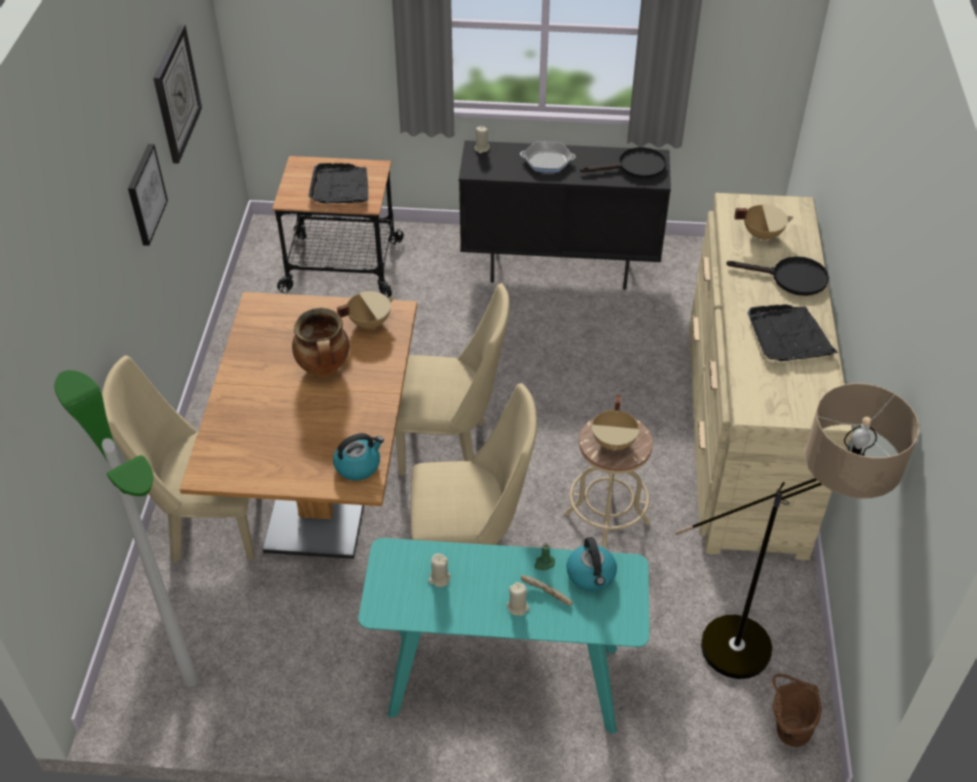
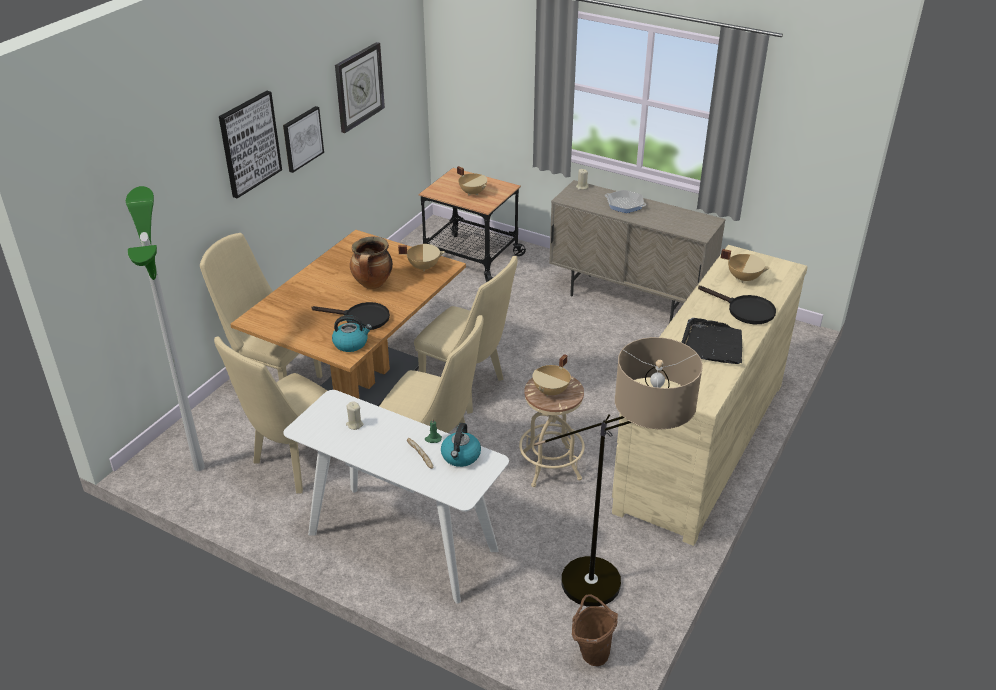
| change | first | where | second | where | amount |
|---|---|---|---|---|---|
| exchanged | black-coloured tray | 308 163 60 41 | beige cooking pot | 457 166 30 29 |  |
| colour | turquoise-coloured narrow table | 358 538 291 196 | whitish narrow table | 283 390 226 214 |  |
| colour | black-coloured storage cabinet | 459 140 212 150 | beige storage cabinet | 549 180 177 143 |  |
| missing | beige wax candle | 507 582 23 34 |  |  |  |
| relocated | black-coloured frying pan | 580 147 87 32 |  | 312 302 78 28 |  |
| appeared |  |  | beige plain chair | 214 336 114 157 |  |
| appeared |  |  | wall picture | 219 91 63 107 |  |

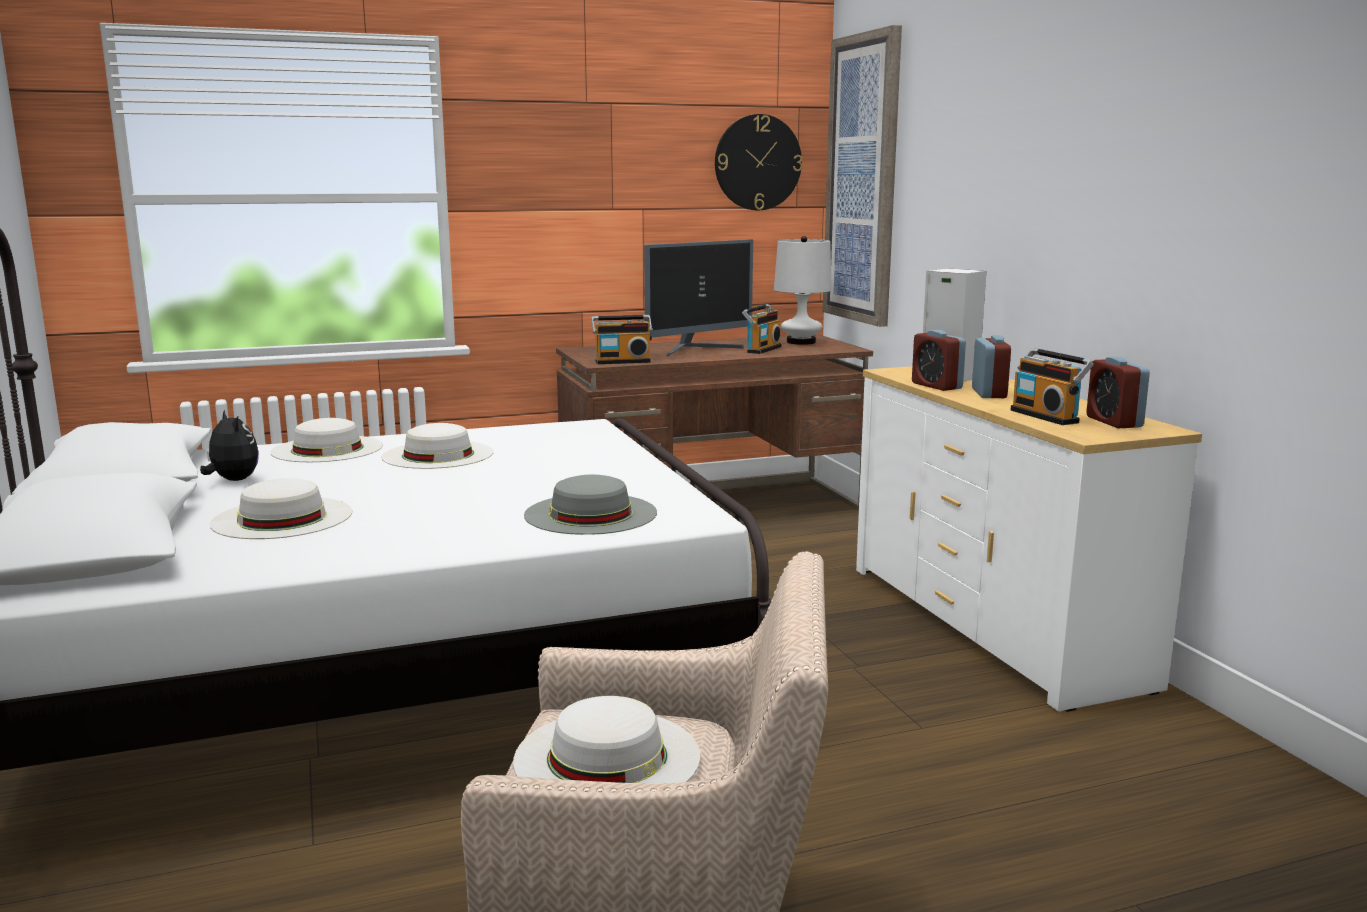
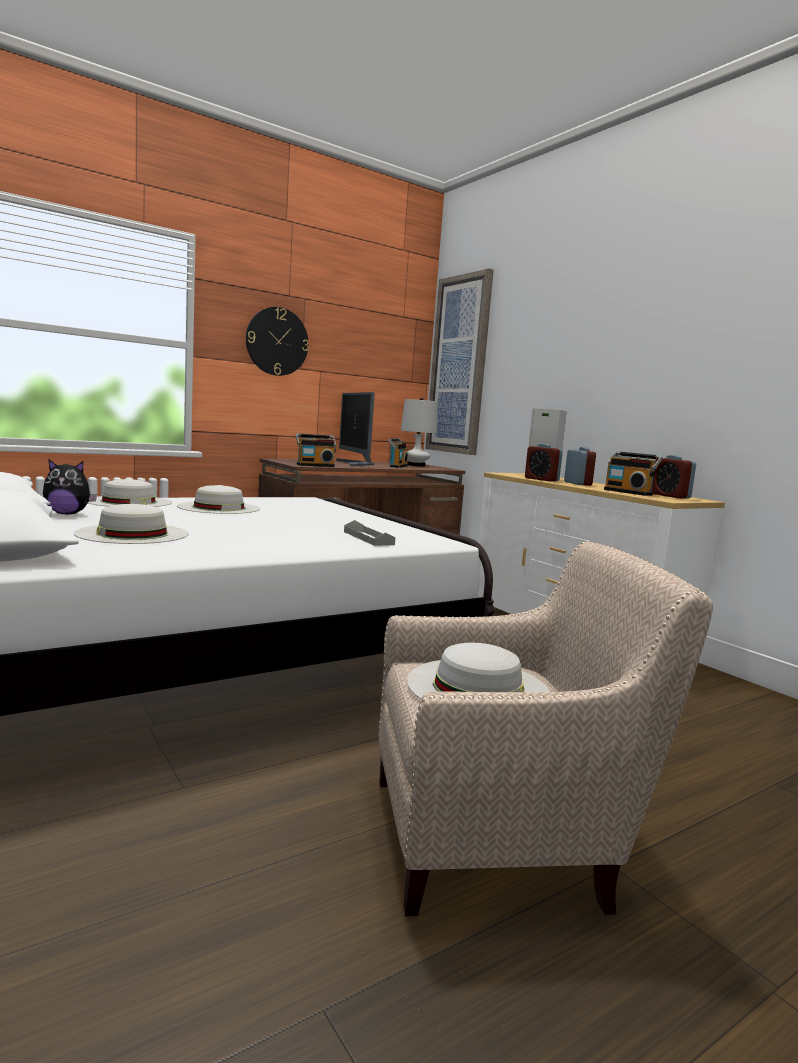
| change | first | where | second | where | amount |
|---|---|---|---|---|---|
| spun | cuddly toy | 200 409 59 72 |  | 43 459 54 56 | 135 degrees clockwise |
| exchanged | gray clothing hat | 524 475 133 60 | gray tray | 344 520 51 26 |  |
| spun | computer screen | 644 239 109 118 |  | 336 392 39 74 | 120 degrees clockwise |
| relocated | hanging clock | 715 114 87 96 |  | 246 307 63 69 |  |

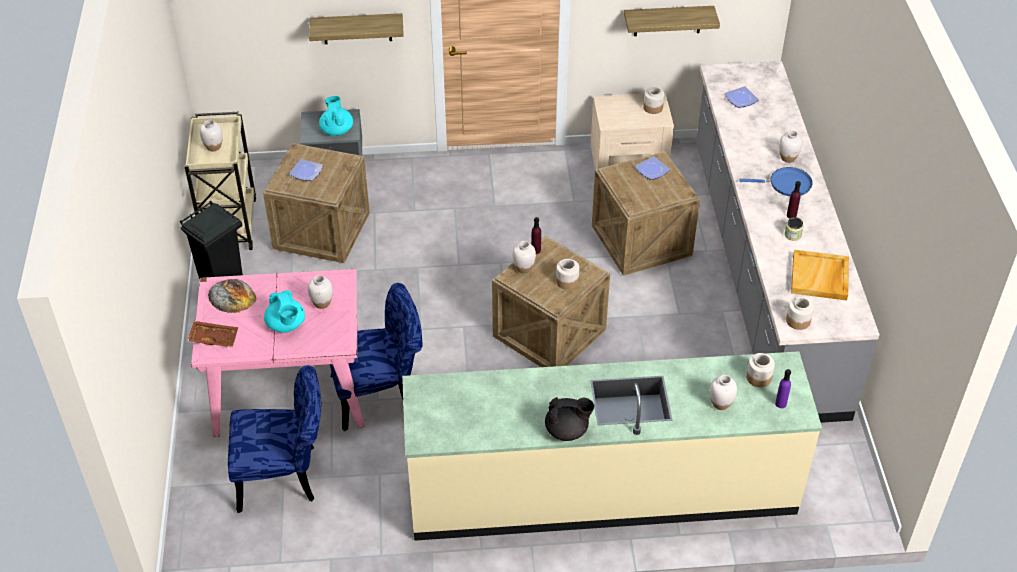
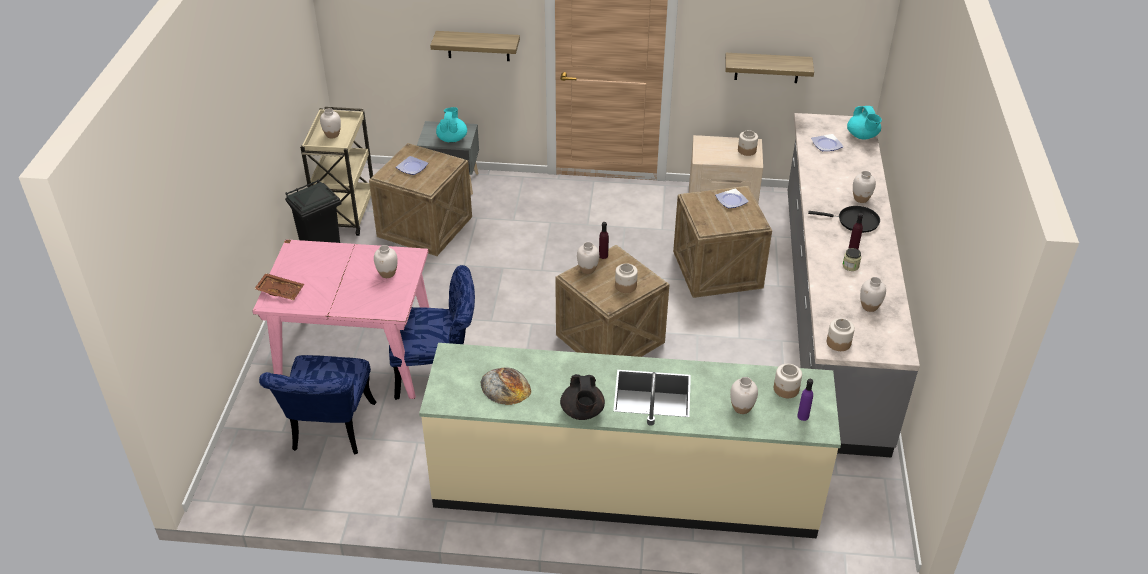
| change | first | where | second | where | amount |
|---|---|---|---|---|---|
| relocated | baked bread | 208 279 48 34 |  | 480 367 51 38 |  |
| spun | bluish plain chair | 228 365 93 148 |  | 259 355 118 100 | 90 degrees clockwise |
| relocated | turquoise-coloured tea pot | 264 290 41 43 |  | 847 106 35 34 |  |
| spun | black-coloured tea pot | 545 397 49 44 |  | 560 374 45 46 | 75 degrees clockwise |
| colour | bluish frying pan | 739 167 74 29 | black-coloured frying pan | 808 206 72 27 |  |
| exchanged | beige tray | 791 250 58 51 | whitish flower vase | 860 277 26 35 |  |

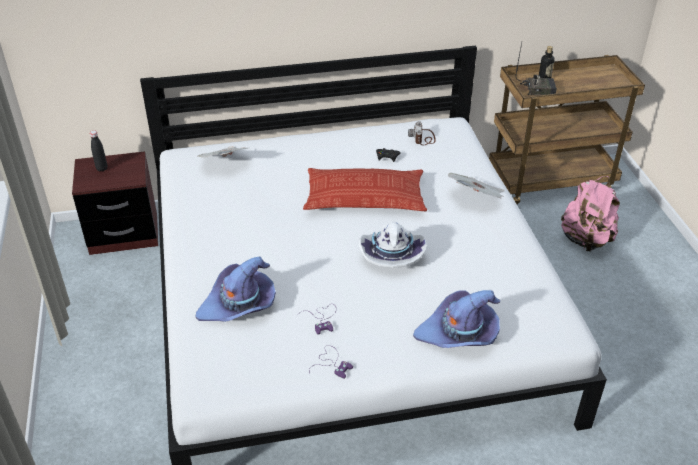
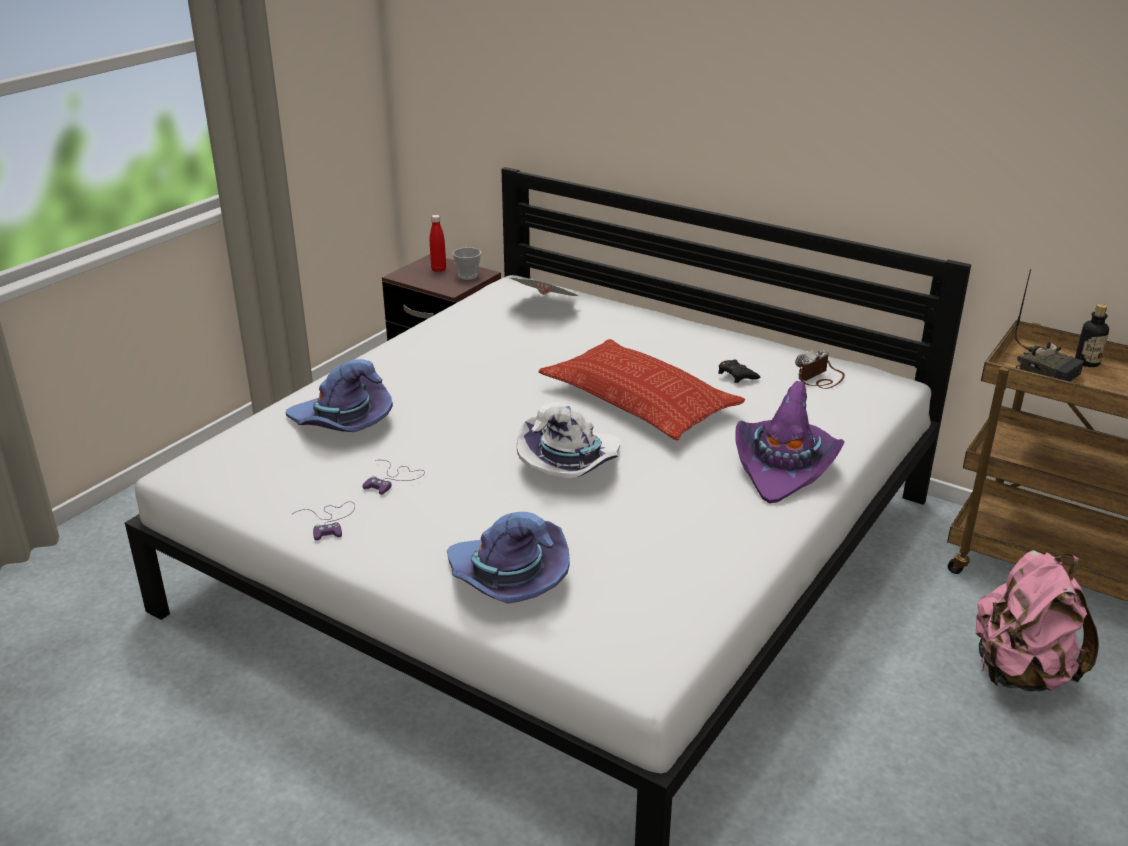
| change | first | where | second | where | amount |
|---|---|---|---|---|---|
| colour | black-coloured bottle | 90 130 17 41 | red-coloured bottle | 430 215 16 57 |  |
| exchanged | newspaper | 448 173 56 26 | purple-coloured clothing hat | 735 381 110 122 |  |
| appeared |  |  | cup | 453 247 28 33 |  |

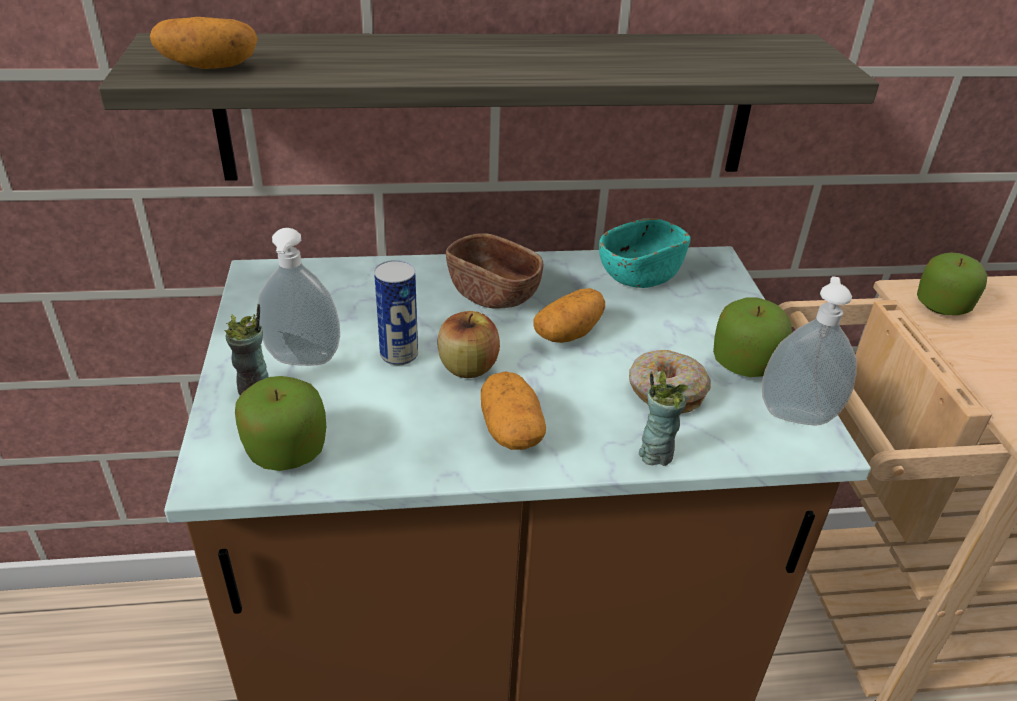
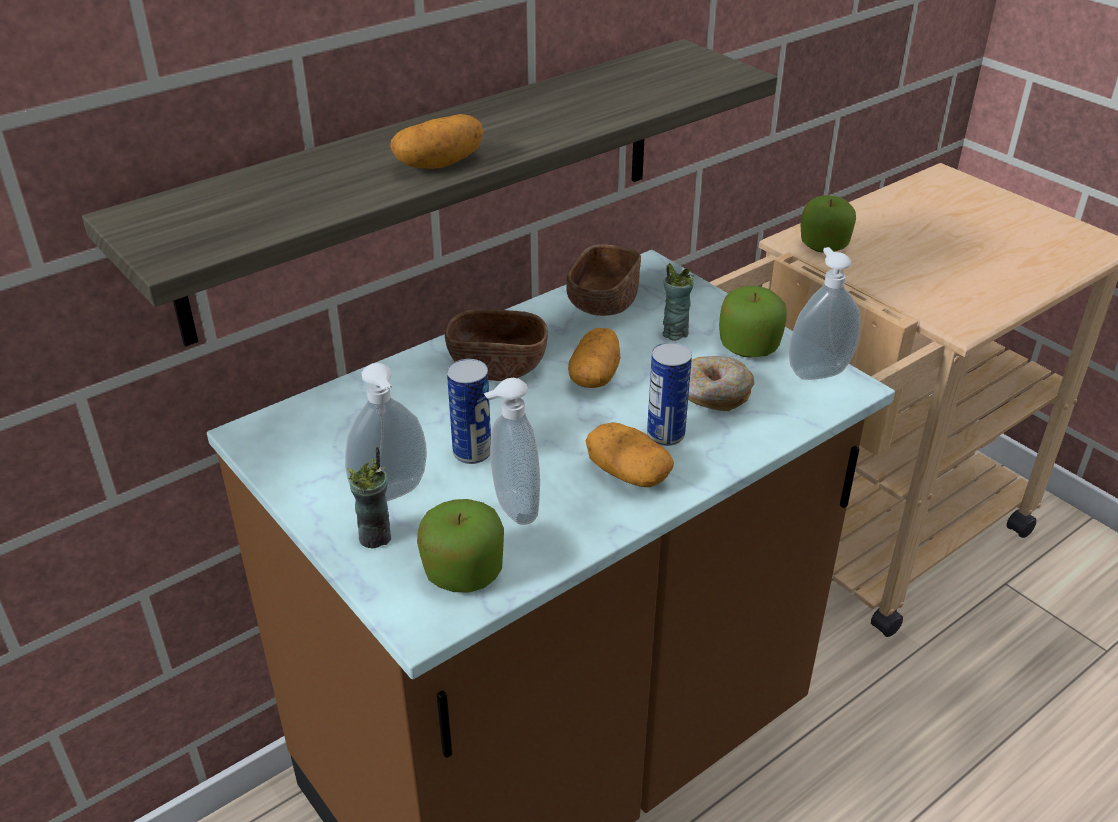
| change | first | where | second | where | amount |
|---|---|---|---|---|---|
| relocated | whole potato | 150 17 108 52 |  | 390 114 93 55 |  |
| missing | apple | 437 311 63 67 |  |  |  |
| colour | turquoise-coloured deep dish | 599 218 92 70 | brown-coloured deep dish | 566 244 75 72 |  |
| relocated | cup | 639 370 49 96 |  | 662 264 32 77 |  |
| appeared |  |  | liquid soap bottle | 483 378 57 147 |  |
| appeared |  |  | can | 647 342 45 104 |  |

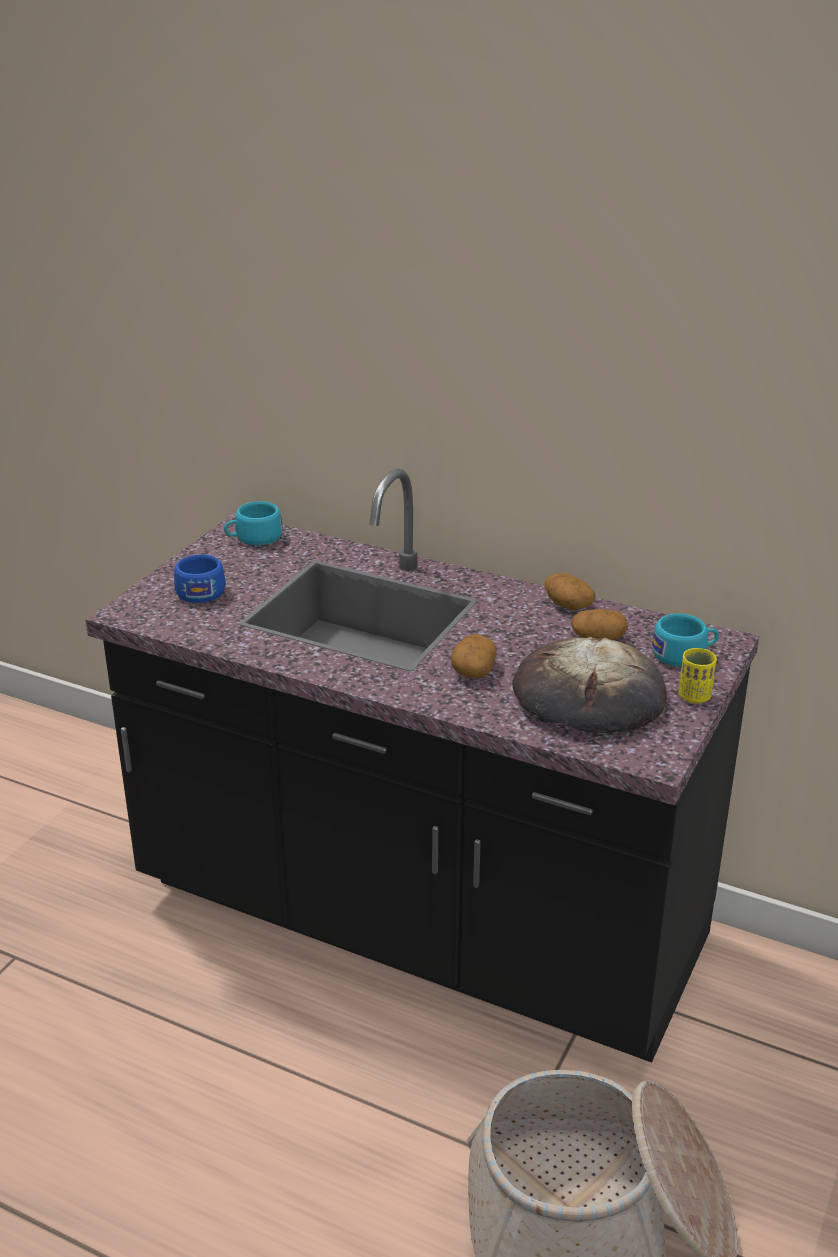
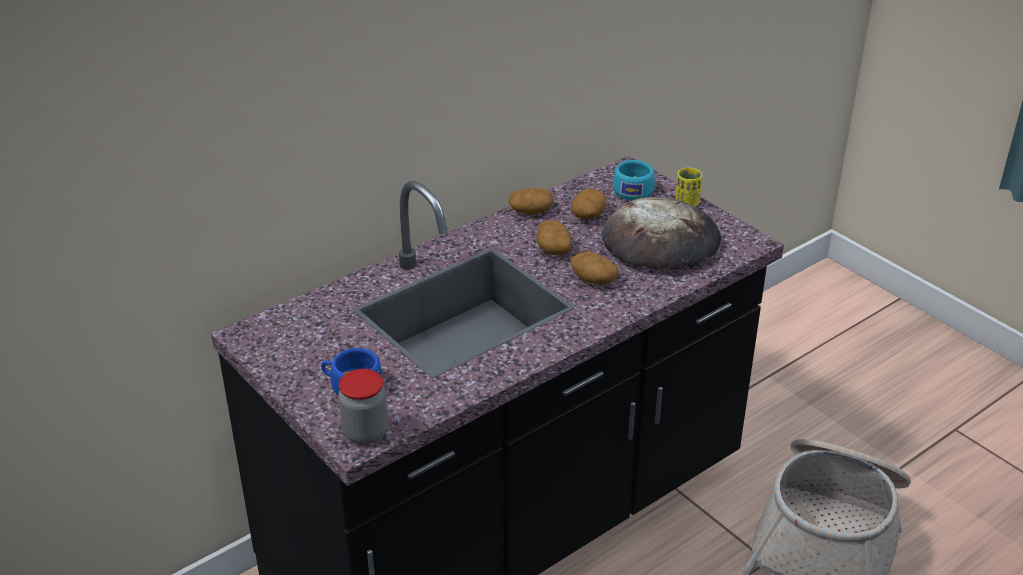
| change | first | where | second | where | amount |
|---|---|---|---|---|---|
| missing | turquoise-coloured cup | 224 501 59 44 |  |  |  |
| appeared |  |  | jar | 338 369 50 75 |  |
| appeared |  |  | whole potato | 536 220 36 35 |  |

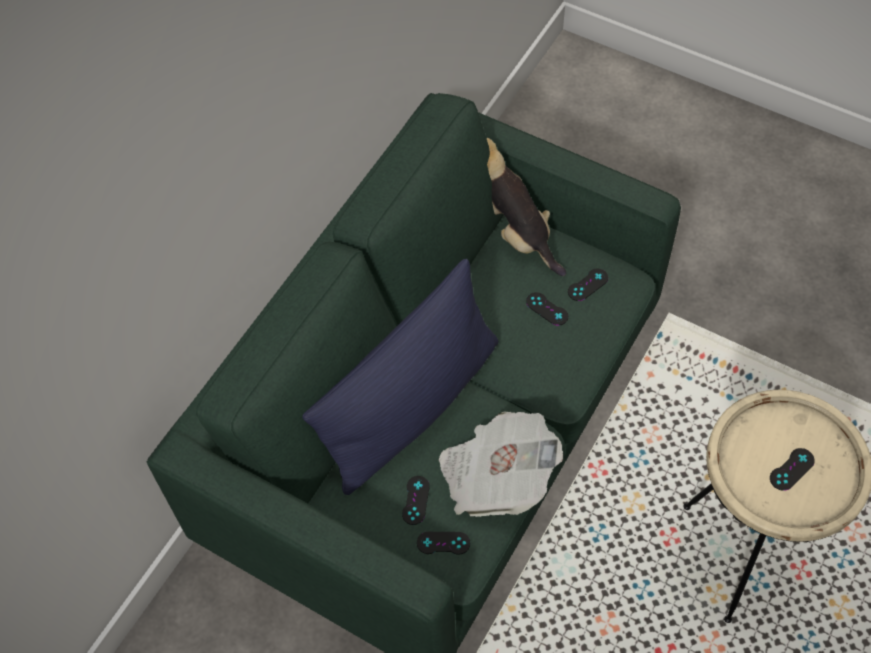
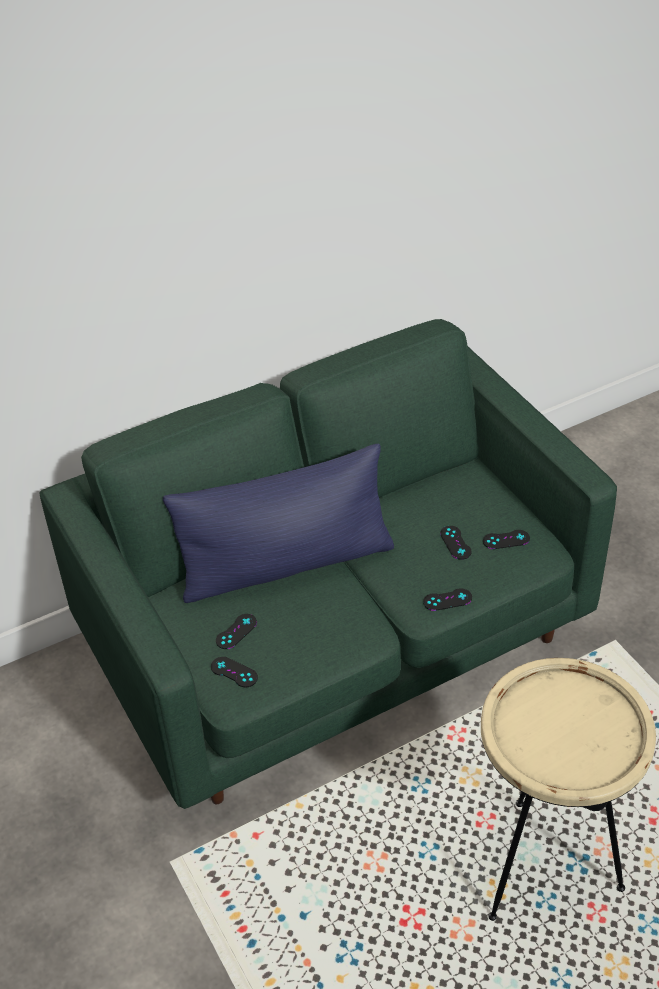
| change | first | where | second | where | amount |
|---|---|---|---|---|---|
| missing | newspaper | 439 411 124 106 |  |  |  |
| missing | cuddly toy | 487 138 79 138 |  |  |  |
| relocated | black-coloured game controller | 770 448 45 43 |  | 423 588 49 23 |  |

